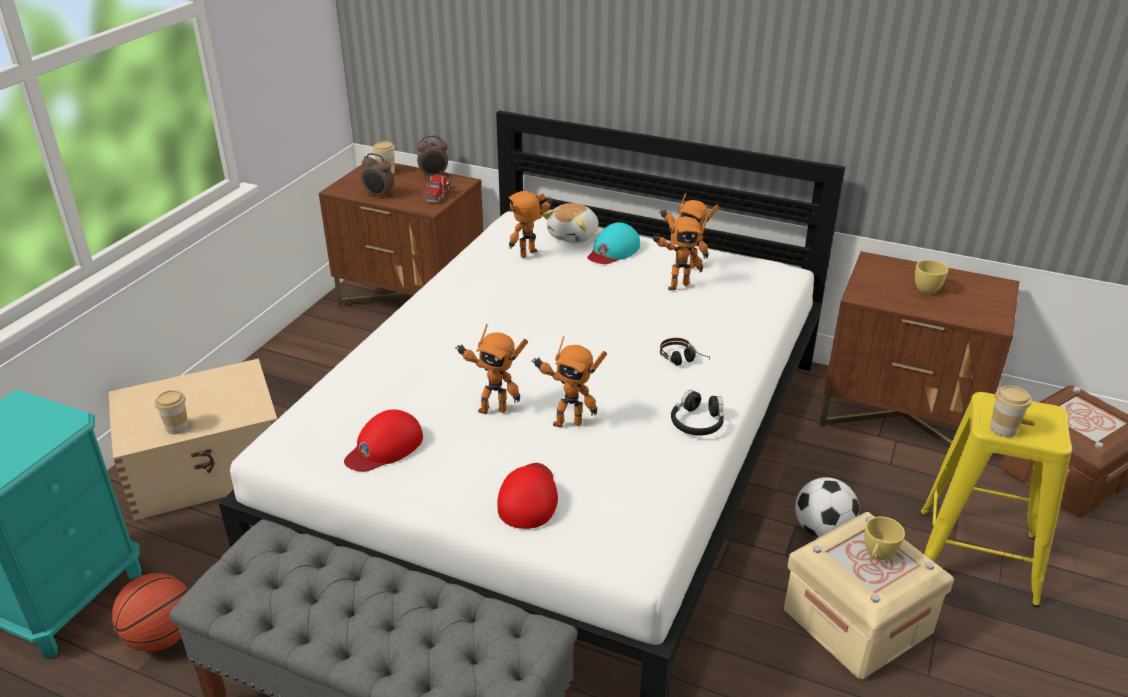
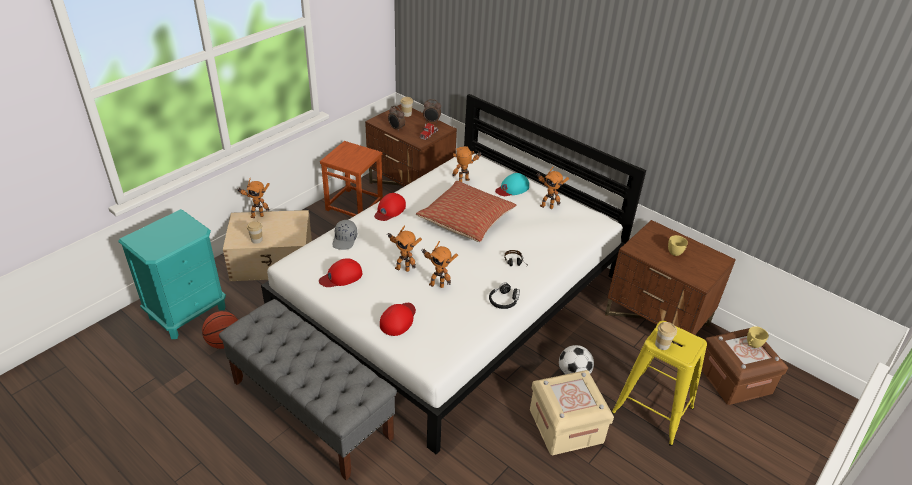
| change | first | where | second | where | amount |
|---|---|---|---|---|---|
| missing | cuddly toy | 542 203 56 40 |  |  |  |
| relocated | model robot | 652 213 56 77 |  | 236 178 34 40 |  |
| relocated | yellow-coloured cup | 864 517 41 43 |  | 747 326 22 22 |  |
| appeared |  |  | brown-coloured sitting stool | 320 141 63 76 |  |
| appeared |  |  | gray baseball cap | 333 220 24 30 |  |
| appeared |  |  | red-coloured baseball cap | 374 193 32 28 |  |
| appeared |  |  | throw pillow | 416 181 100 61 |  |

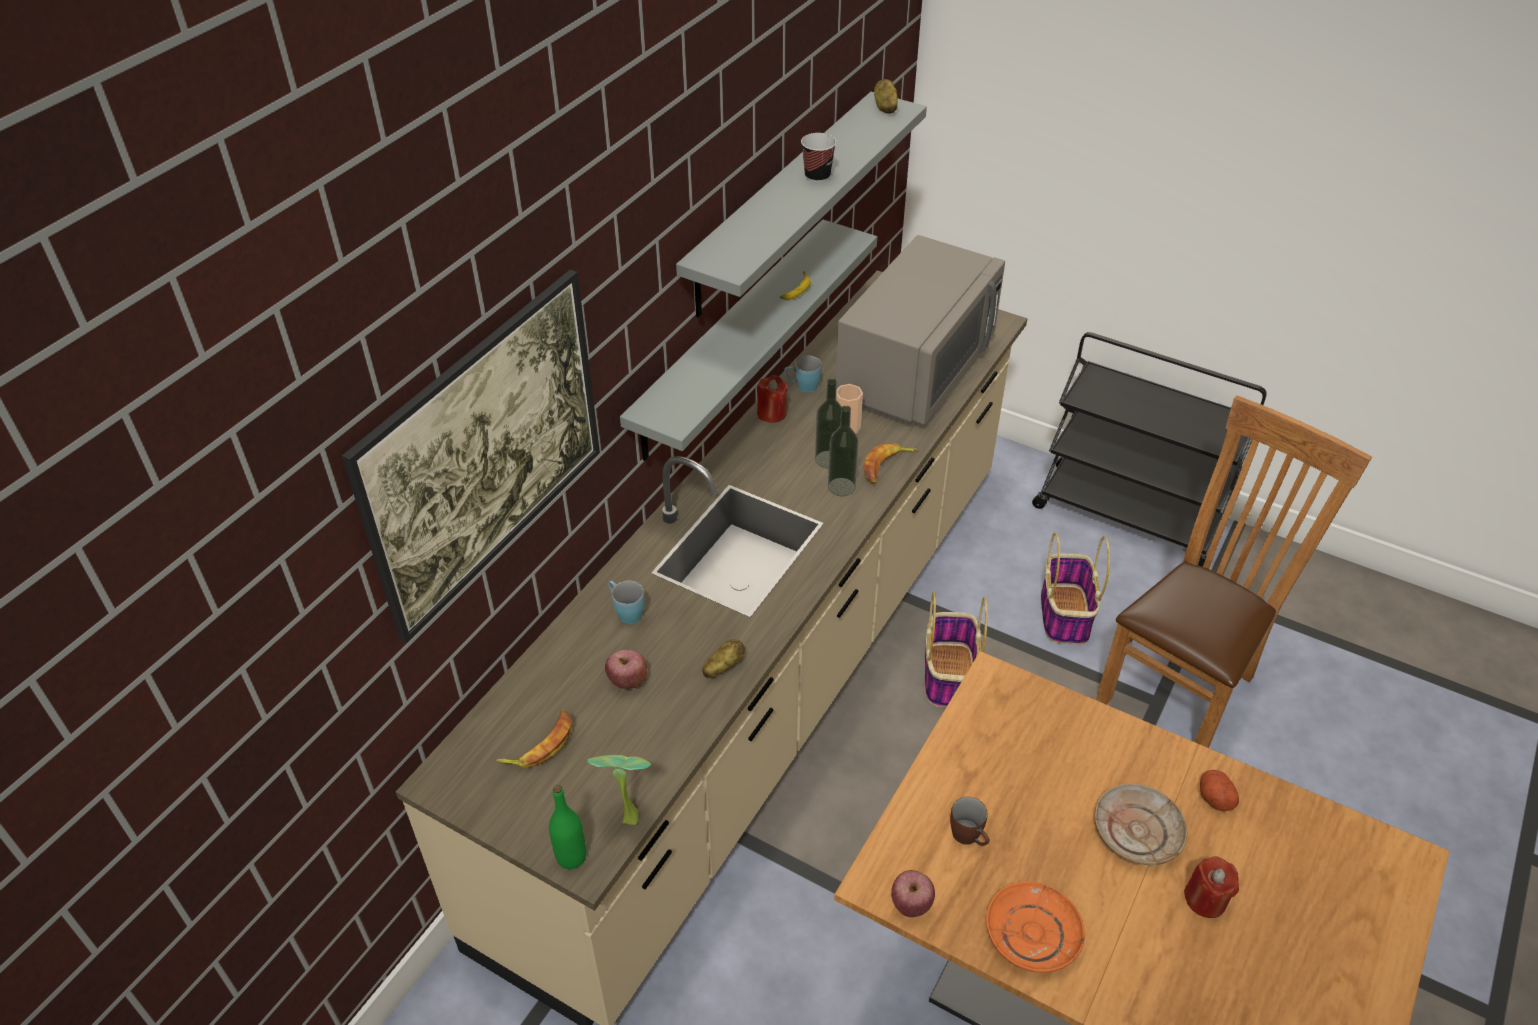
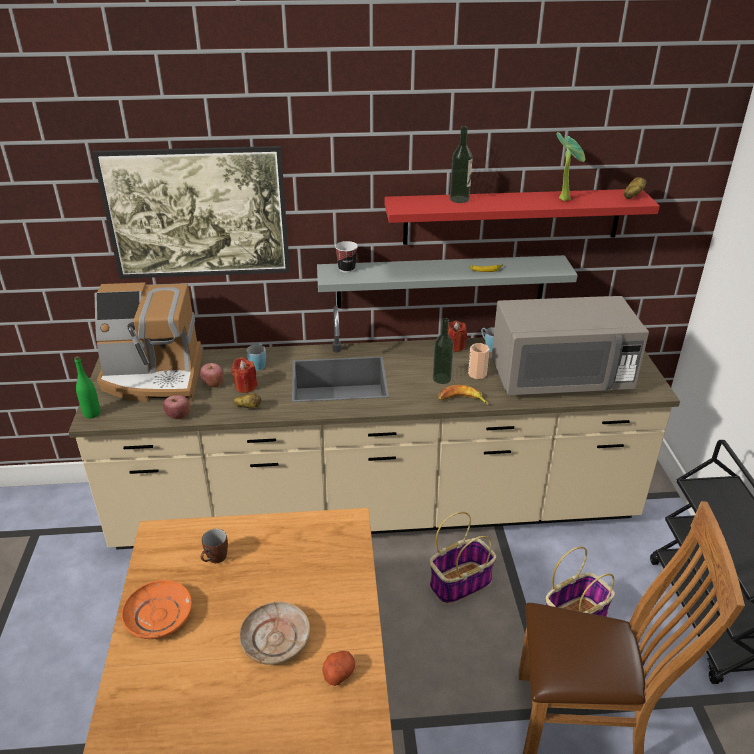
| change | first | where | second | where | amount |
|---|---|---|---|---|---|
| exchanged | banana fruit | 496 710 76 58 | coffee maker | 95 282 107 120 |  |
| relocated | houseplant | 587 755 64 70 |  | 556 132 29 69 |  |
| colour | gray bracket shelf | 676 92 251 226 | red-coloured bracket shelf | 385 189 275 56 |  |
| relocated | cup | 801 133 35 50 |  | 335 241 23 32 |  |
| relocated | bottle | 828 406 31 90 |  | 450 126 23 77 |  |
| relocated | apple | 891 870 44 47 |  | 163 395 27 24 |  |
| relocated | red-coloured wax candle | 1184 856 55 62 |  | 231 357 27 36 |  |

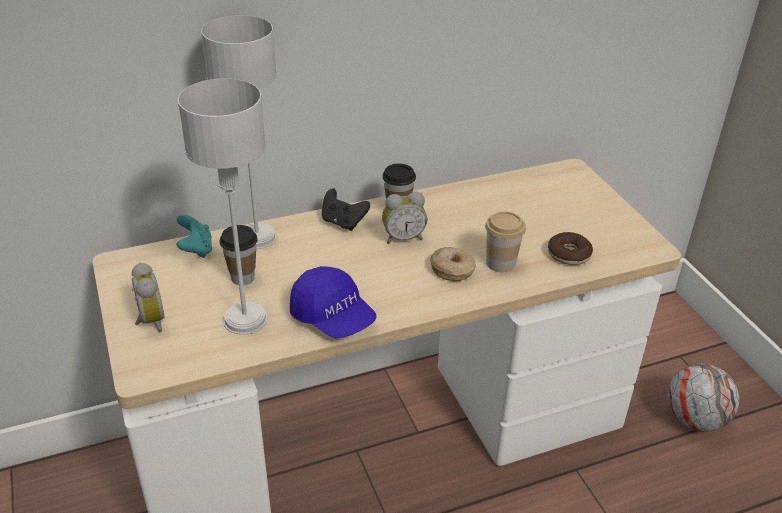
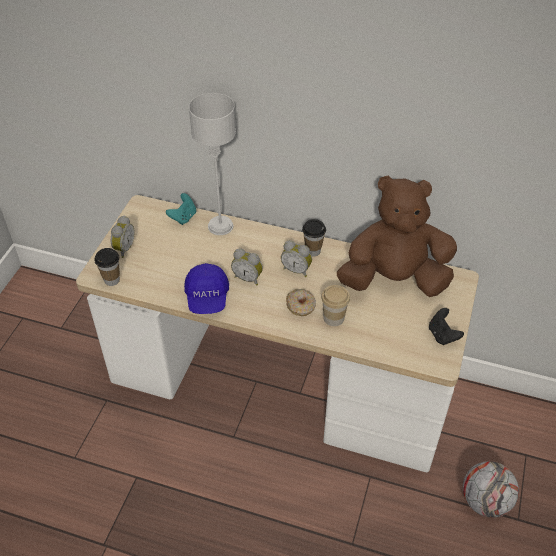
| change | first | where | second | where | amount |
|---|---|---|---|---|---|
| missing | gray lamp for a table | 178 78 89 257 |  |  |  |
| relocated | cup | 219 225 39 60 |  | 94 248 26 38 |  |
| relocated | black-coloured game controller | 322 188 48 43 |  | 429 308 35 37 |  |
| missing | donut | 548 232 45 33 |  |  |  |
| appeared |  |  | alarm clock | 231 248 32 37 |  |
| appeared |  |  | brown-coloured cuddly toy | 337 176 120 121 |  |

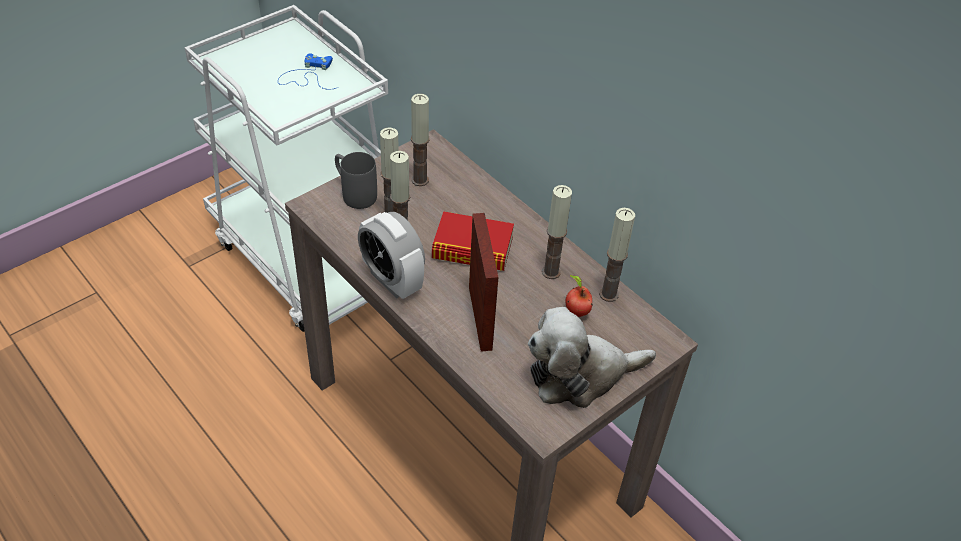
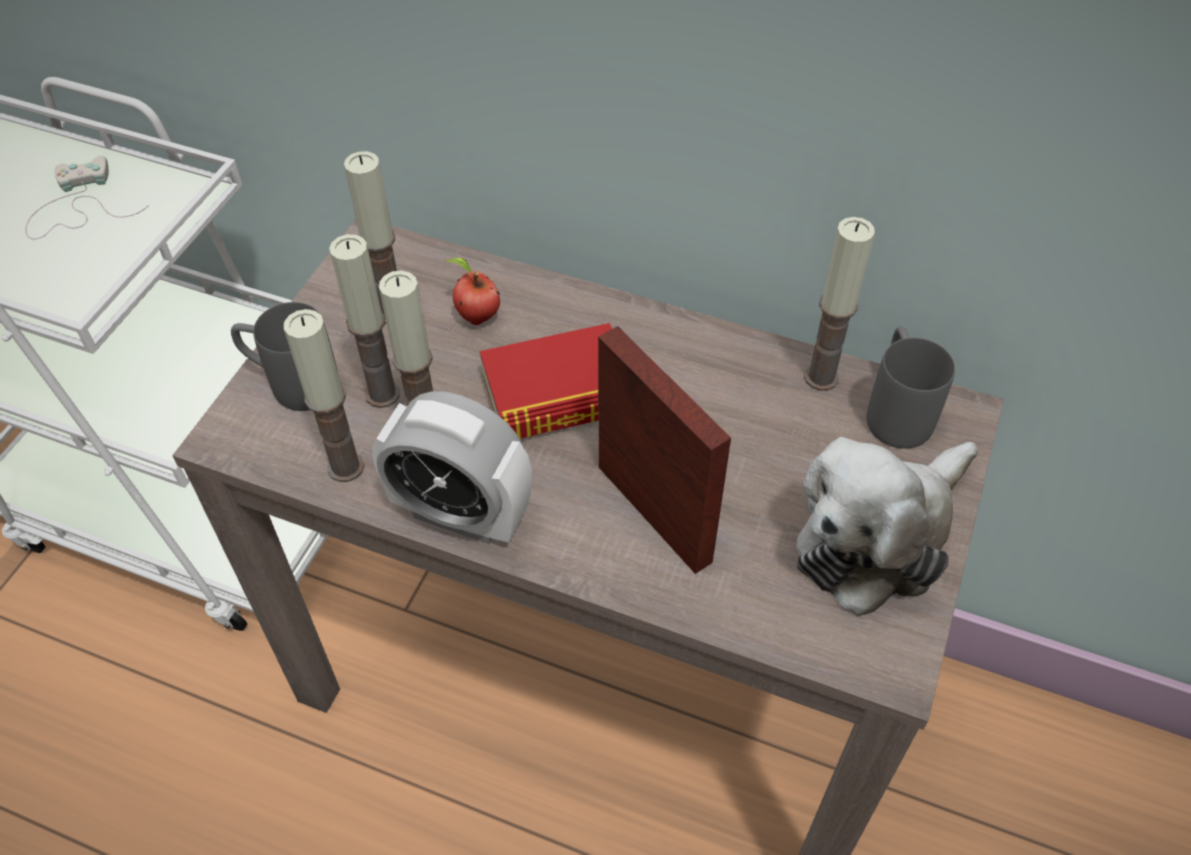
| change | first | where | second | where | amount |
|---|---|---|---|---|---|
| colour | bluish game controller | 278 53 58 37 | whitish game controller | 25 156 124 83 |  |
| relocated | wax candle | 542 185 30 94 |  | 284 309 80 173 |  |
| relocated | apple | 566 275 27 42 |  | 445 258 55 67 |  |
| appeared |  |  | gray coffee mug | 866 326 89 123 |  |

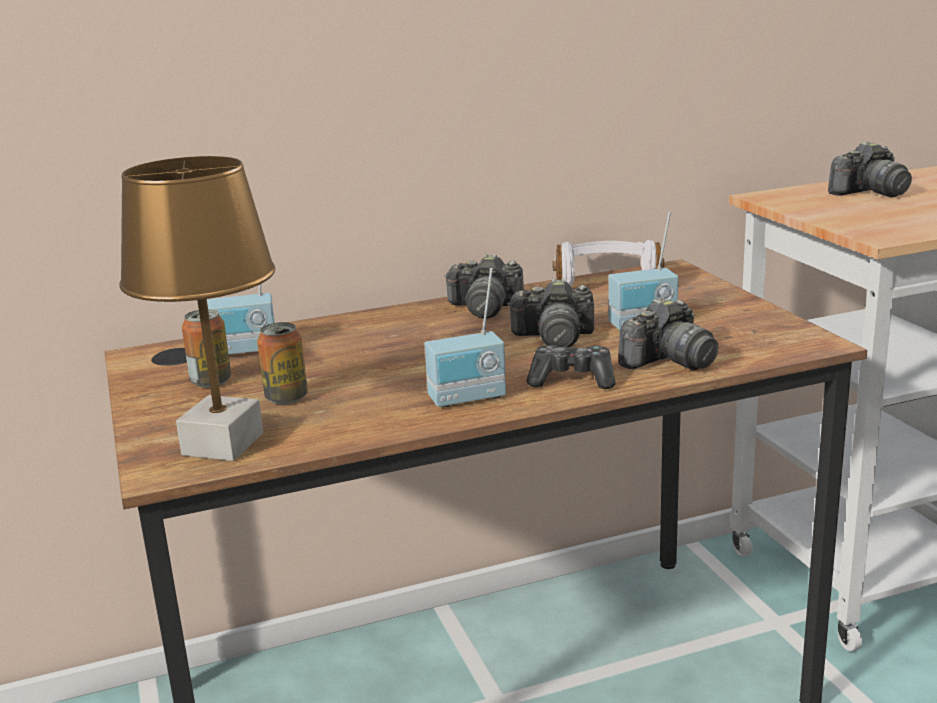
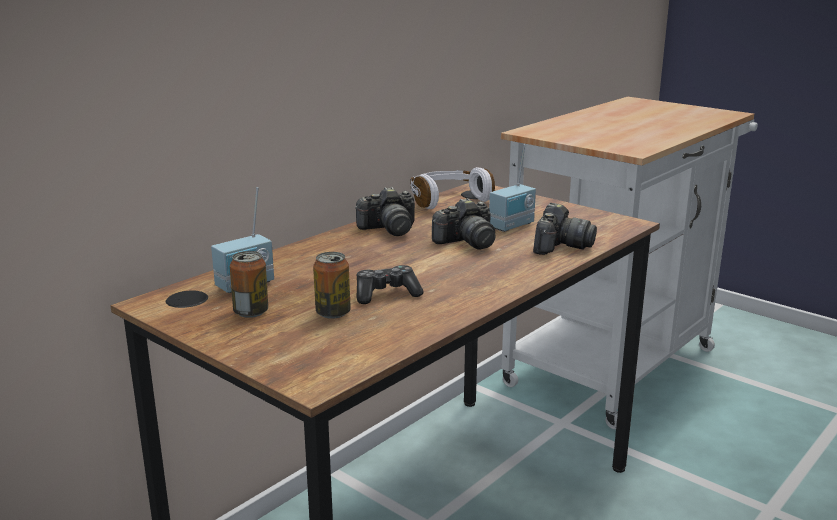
| change | first | where | second | where | amount |
|---|---|---|---|---|---|
| missing | brown-coloured lamp for a table | 119 156 156 305 |  |  |  |
| missing | radio receiver | 424 268 82 140 |  |  |  |
| relocated | game controller | 527 345 88 44 |  | 357 265 66 39 |  |
| missing | still camera | 828 141 84 57 |  |  |  |

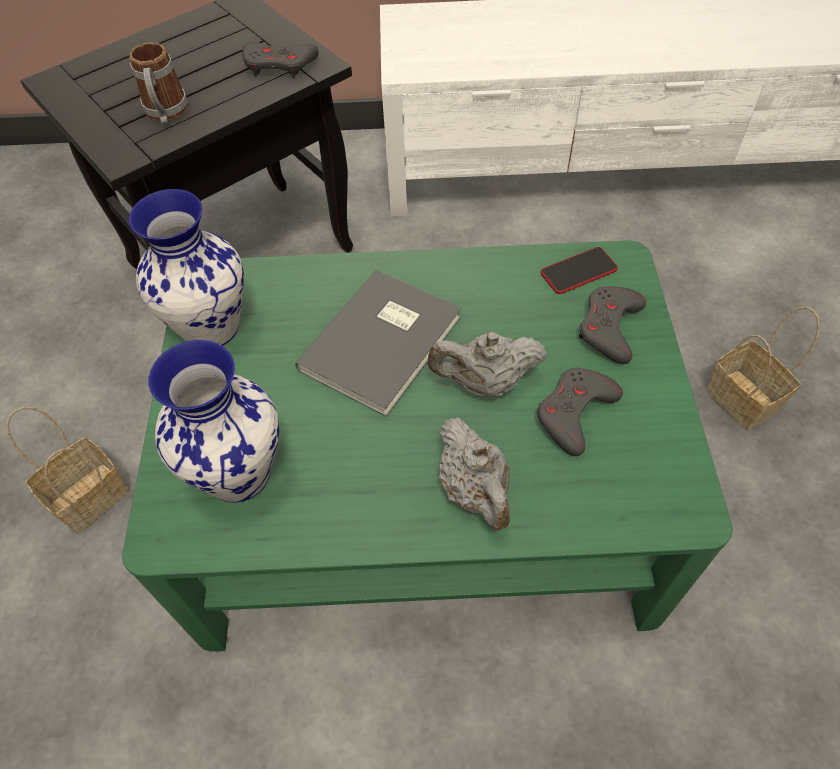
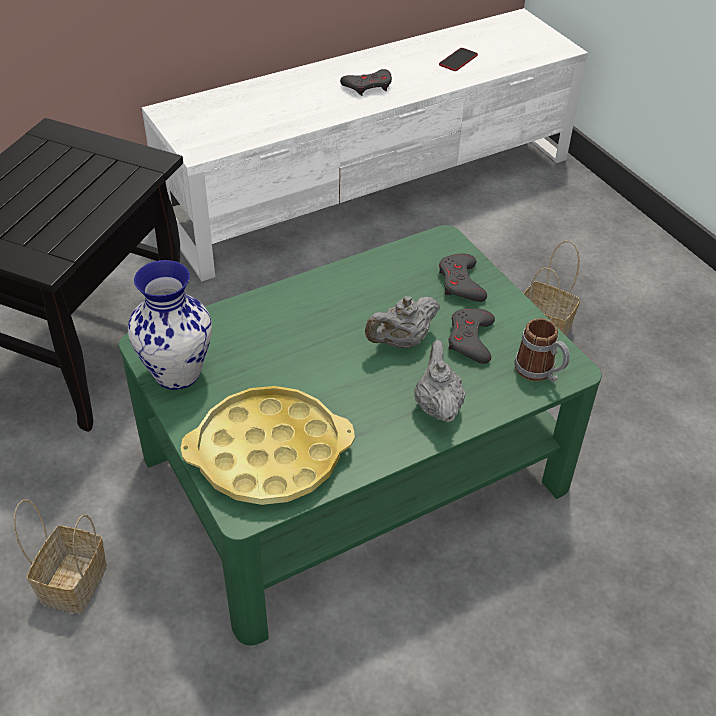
| change | first | where | second | where | amount |
|---|---|---|---|---|---|
| relocated | coffee mug | 129 42 59 82 |  | 514 318 56 64 |  |
| exchanged | flower vase | 148 340 131 163 | yellow-coloured tray | 181 386 174 119 |  |
| relocated | gray game controller | 242 41 77 37 |  | 340 69 52 27 |  |
| missing | gray volume | 295 270 166 147 |  |  |  |
| spun | gray tea pot | 439 417 71 113 |  | 414 340 52 83 | 135 degrees counterclockwise |
| relocated | telephone | 540 247 78 47 |  | 439 48 39 23 |  |

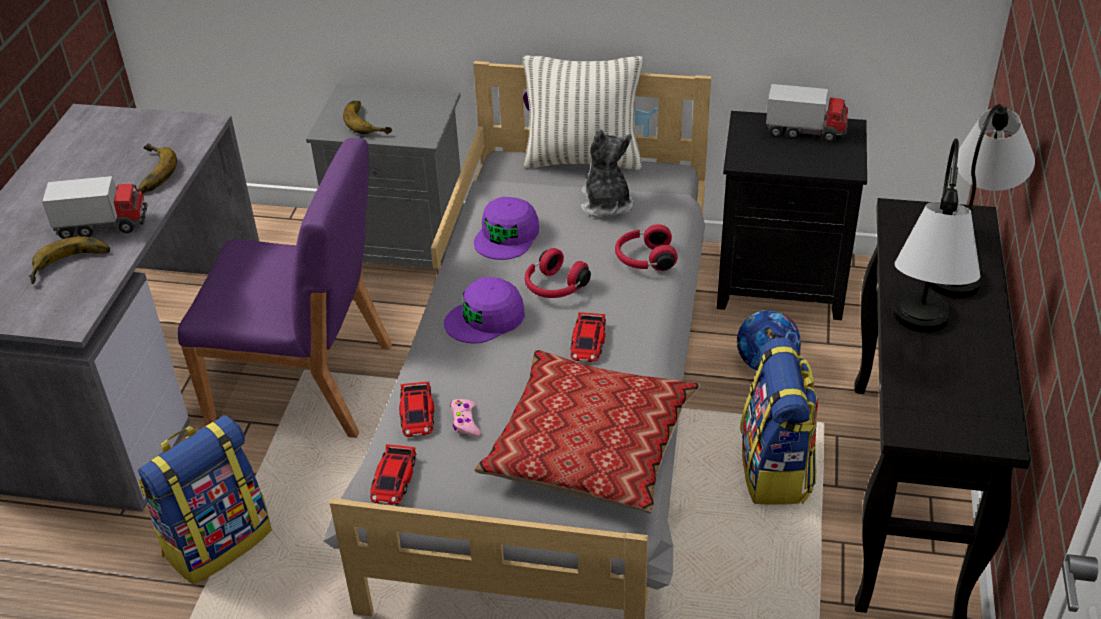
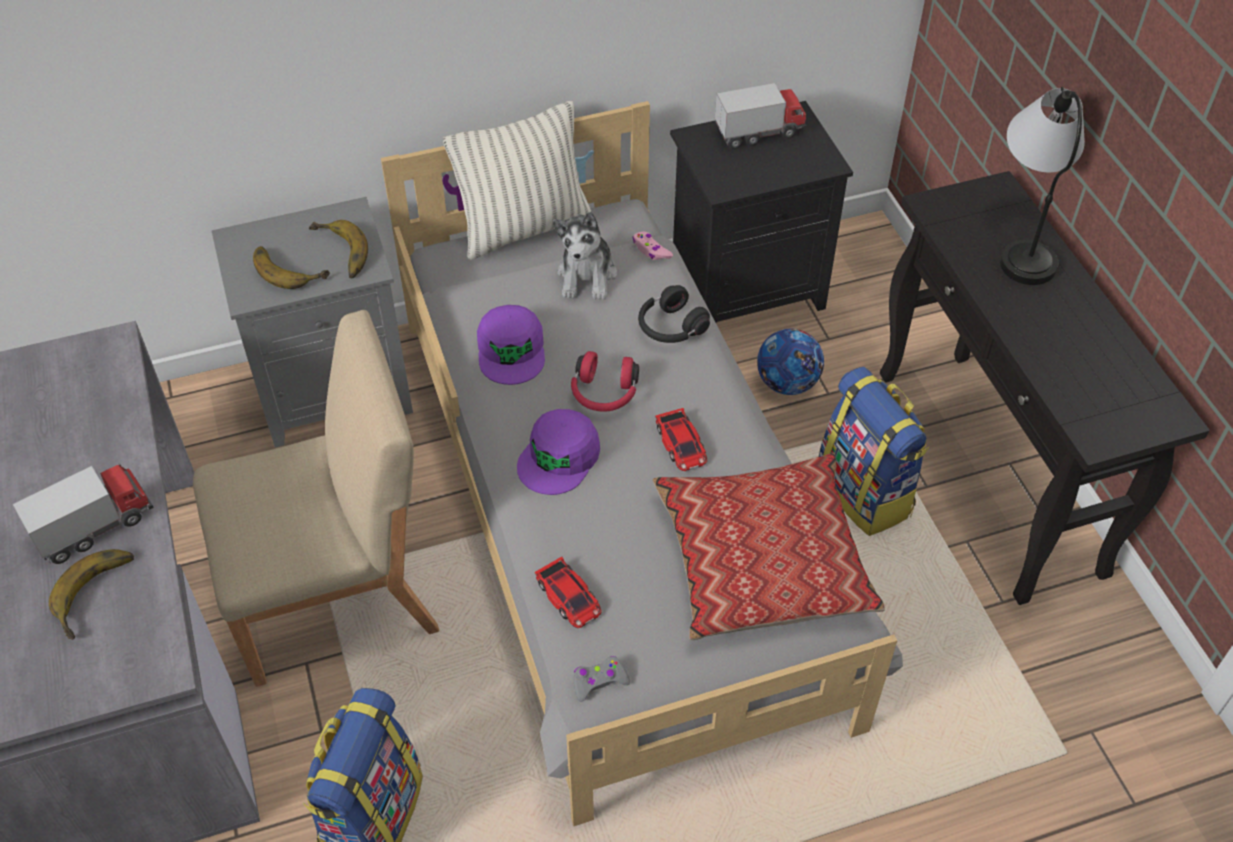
| change | first | where | second | where | amount |
|---|---|---|---|---|---|
| relocated | banana fruit | 138 143 39 51 |  | 309 220 59 58 |  |
| colour | purple-coloured plain chair | 178 138 214 300 | beige plain chair | 193 310 246 377 |  |
| exchanged | model car | 370 444 46 61 | gray game controller | 574 656 56 45 |  |
| relocated | pinkish game controller | 450 399 31 38 |  | 632 231 41 29 |  |
| spun | cuddly toy | 581 129 52 89 |  | 553 212 64 88 | 135 degrees counterclockwise |
| colour | red-coloured headphones | 615 224 63 47 | black-coloured headphones | 638 285 72 58 |  |
| missing | lamp for a table | 892 138 88 195 |  |  |  |

